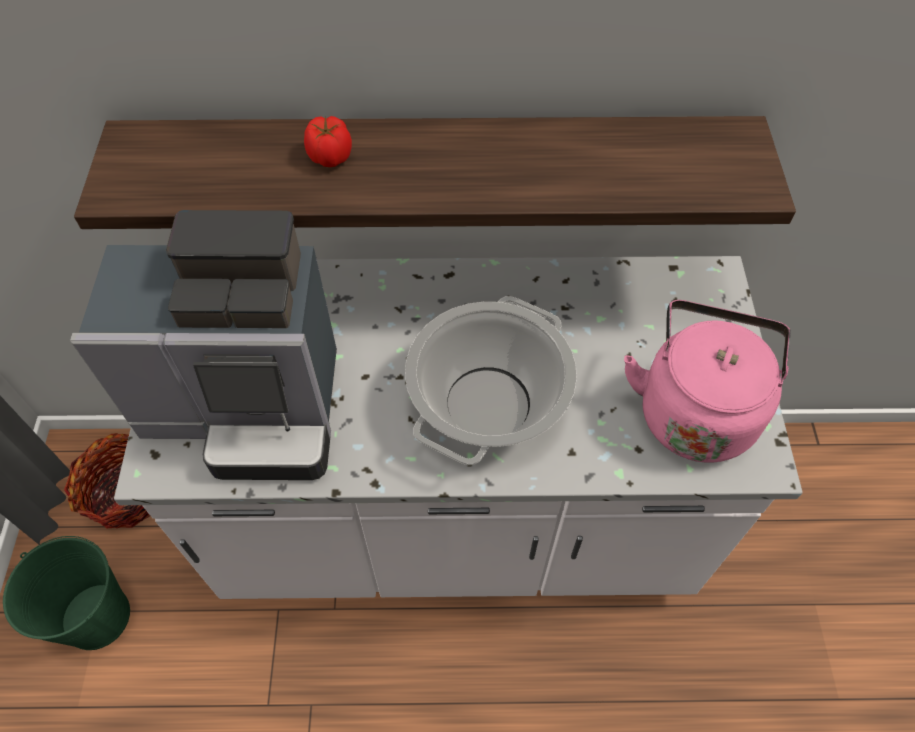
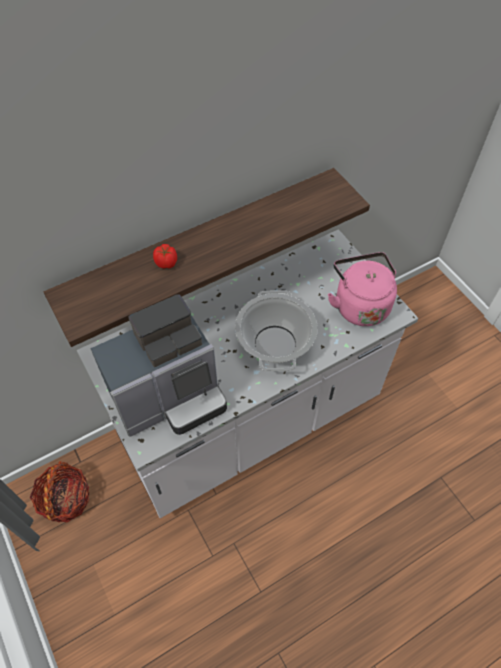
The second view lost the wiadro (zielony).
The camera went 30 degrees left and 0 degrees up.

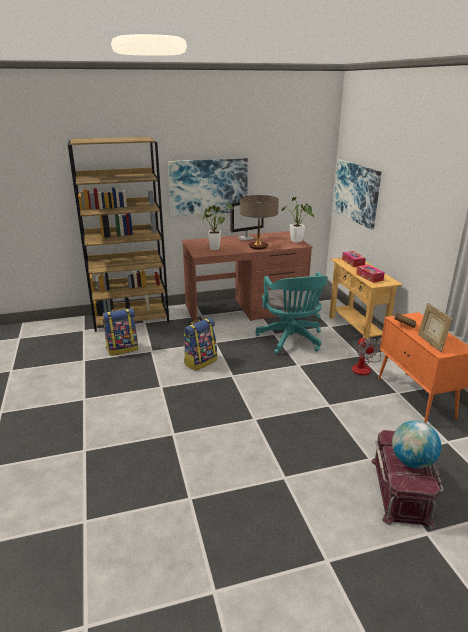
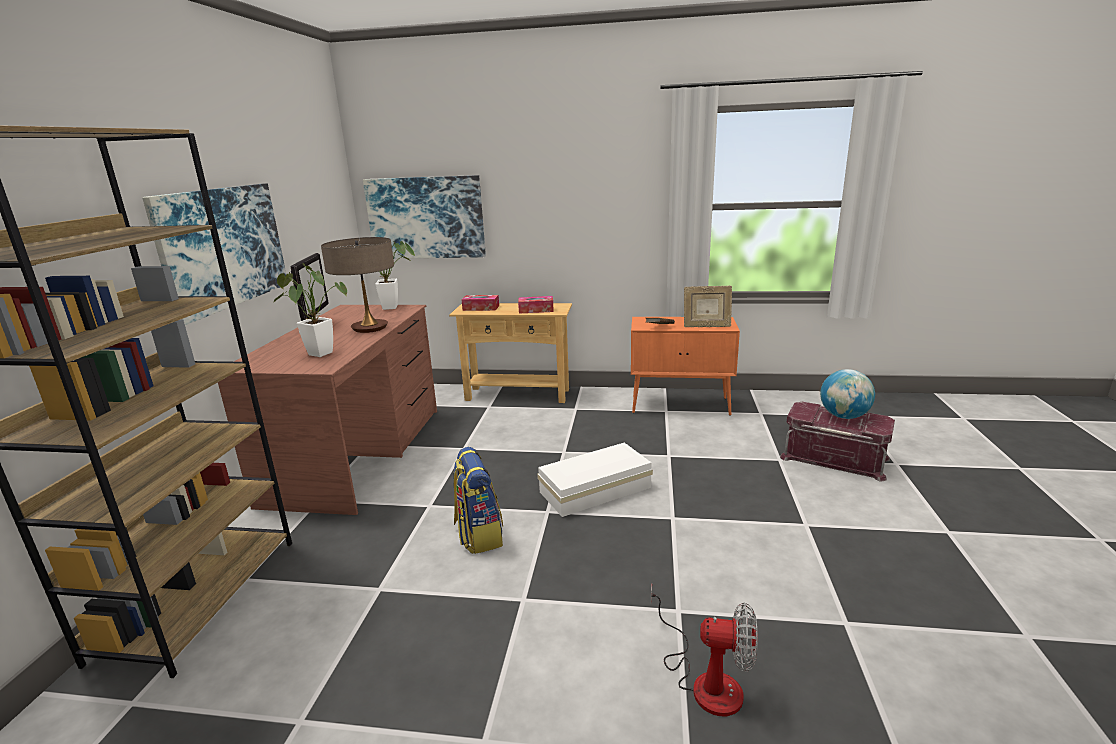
The second view lost the plecak (1st from left).
The second view lost the krzesło biurowe (turkusowy).
The wentylator ended up elsewhere.
The second view gained the pojemnik do przechowywania (biały).
The camera went 65 degrees left and 5 degrees down.

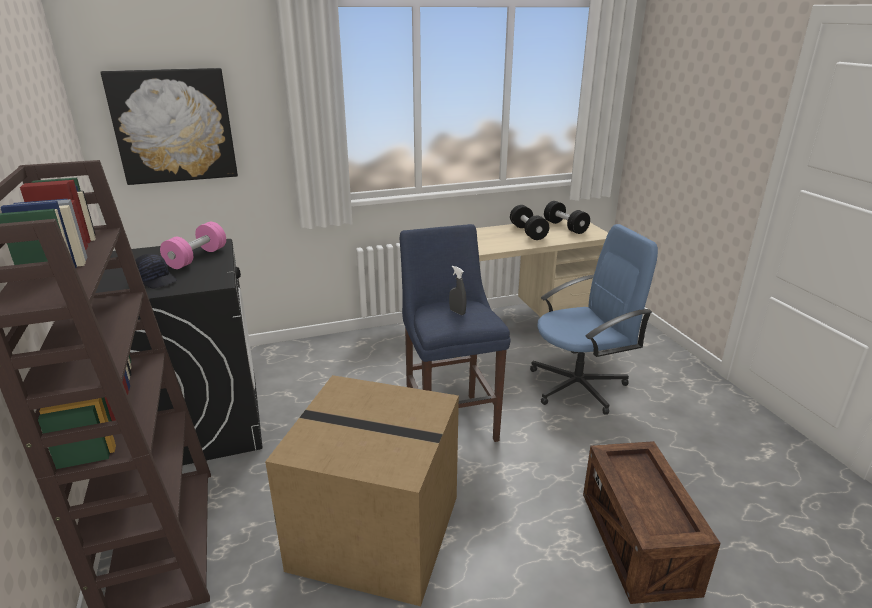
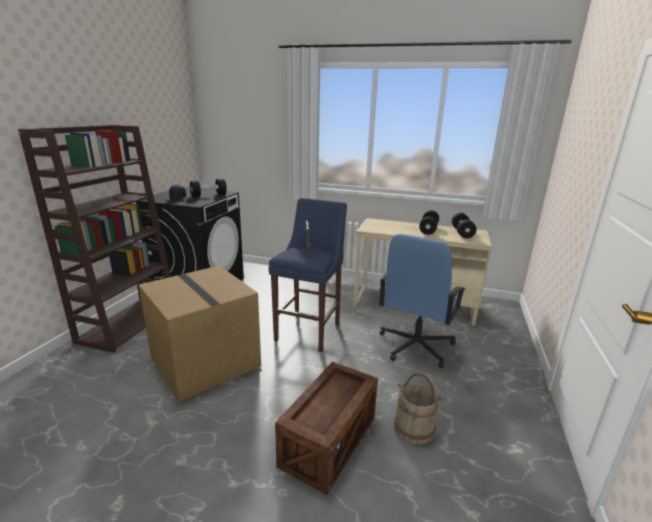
The second view lost the obraz.
What was the hantel (różowy) turned into the hantel (czarny) (1st from left).
The krzesło biurowe (niebieski) ended up facing another way, 105 degrees clockwise from before.
The second view gained the wiadro (beżowy).
The camera went 35 degrees right and 5 degrees down.

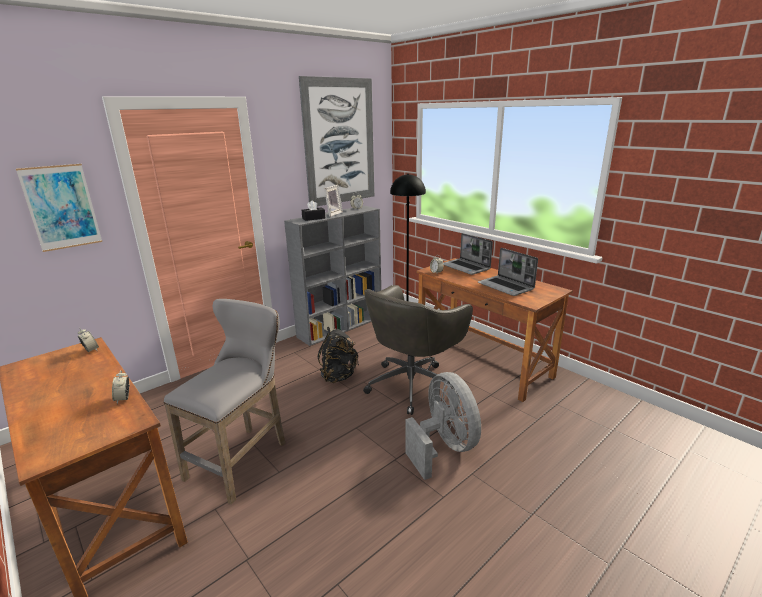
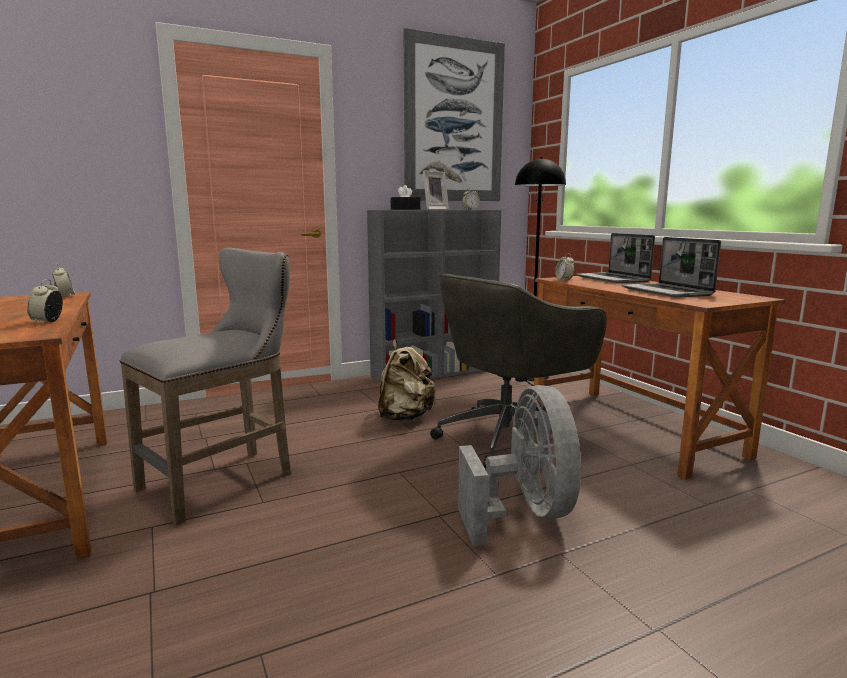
The second view lost the obraz (1st from left).
What was the plecak (czarny) turned into the plecak (beżowy).
The camera went 15 degrees right and 10 degrees down.

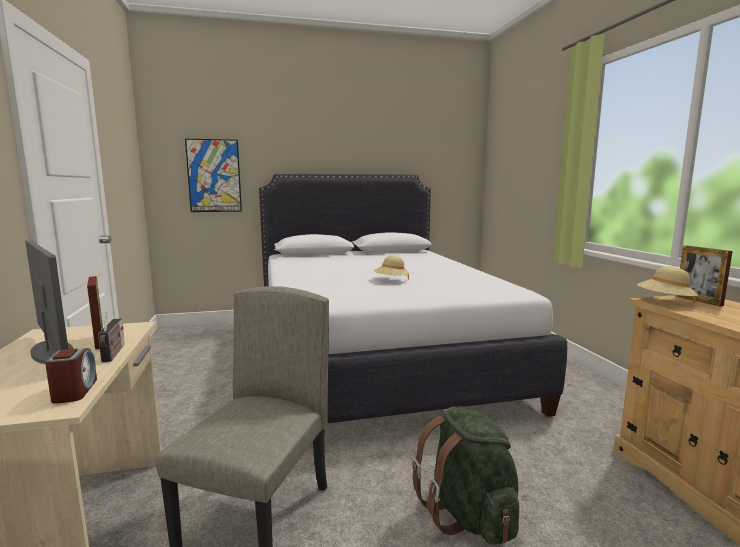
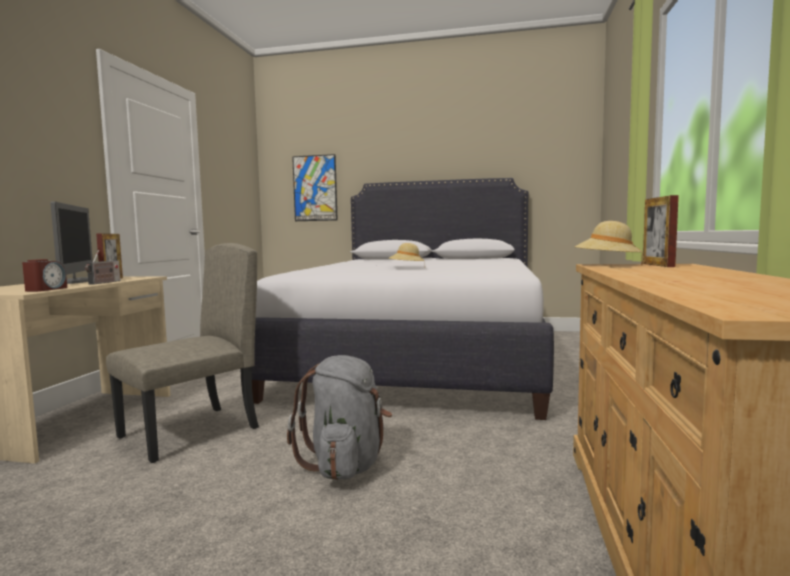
What was the plecak (zielony) turned into the plecak (szary).
The camera went 25 degrees right and 5 degrees down.

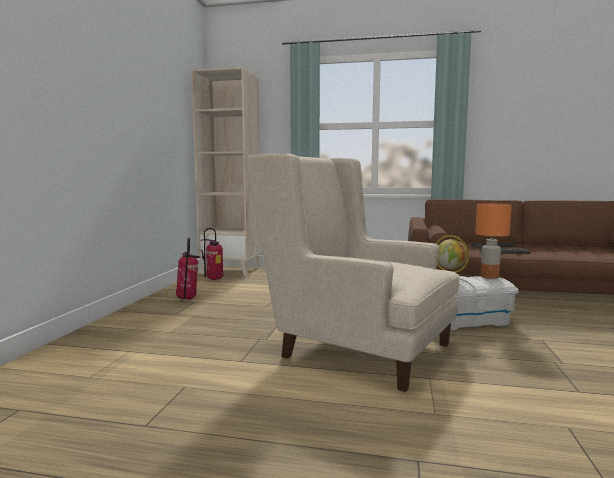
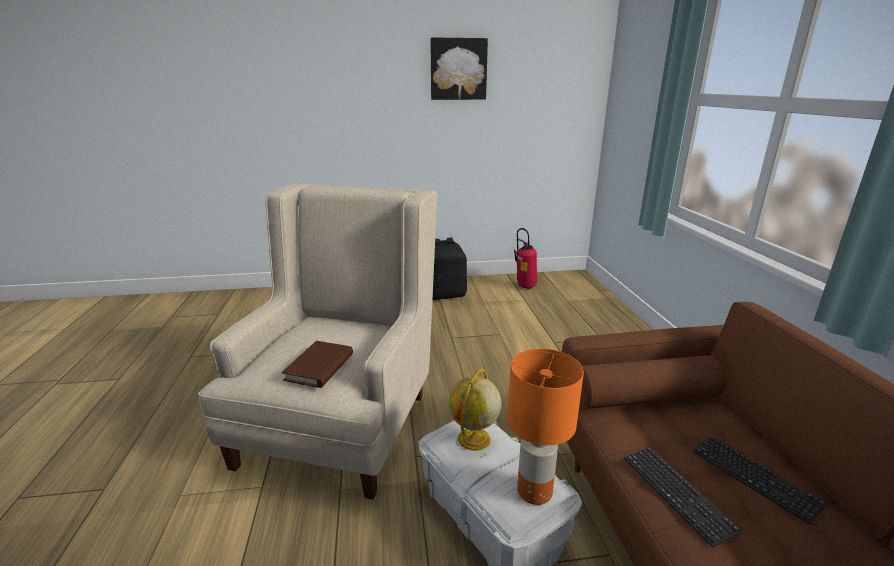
Where the gaśnica (1st from left) stood, the plecak (czarny) came to stand.
The second view lost the regał (beżowy).
The second view gained the książka (brązowy).
The second view gained the obraz.
The camera went 70 degrees right and 15 degrees up.

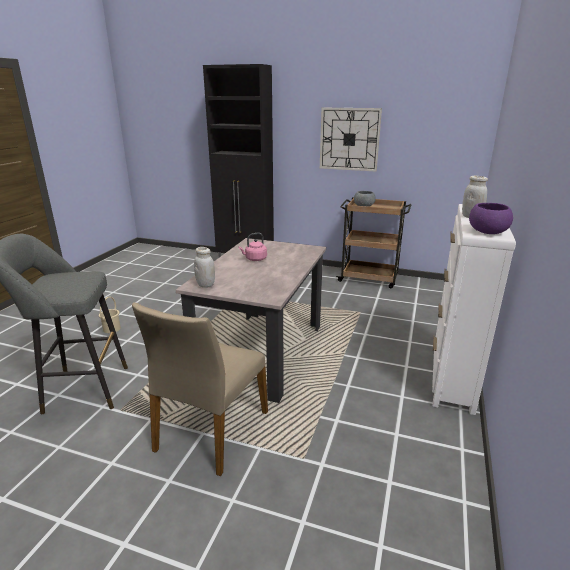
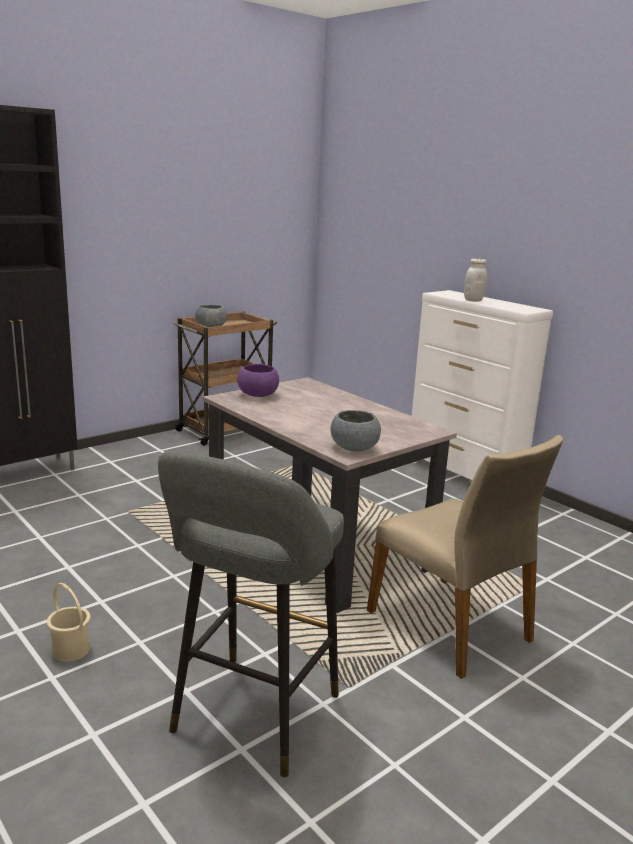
Where the słoik (biały) (1st from left) stood, the miska (szary) (2nd from left) came to stand.
The second view lost the czajnik (różowy).
The second view lost the zegar ścienny.
The miska (fioletowy) ended up elsewhere.
The camera went 60 degrees left and 5 degrees down.

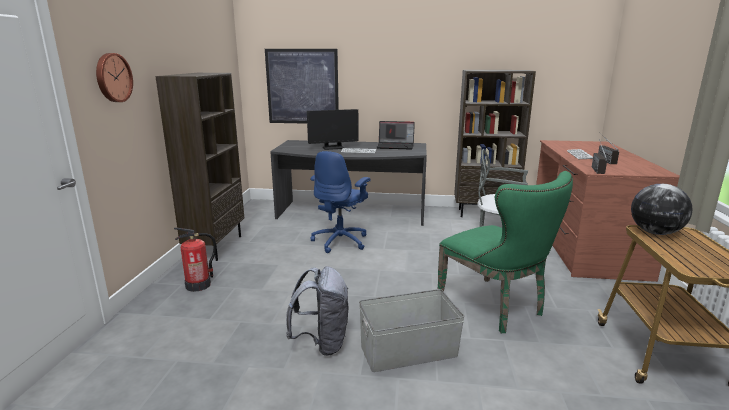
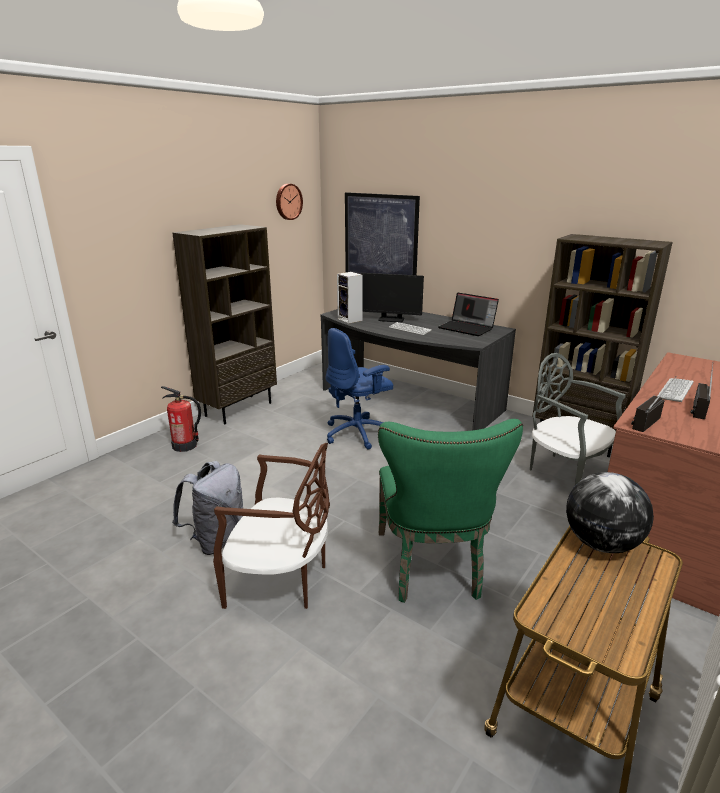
The zegar ścienny ended up elsewhere.
Where the pojemnik do przechowywania (szary) stood, the krzesło (brązowy) came to stand.
The second view gained the głośnik.
The camera went 30 degrees right and 5 degrees up.

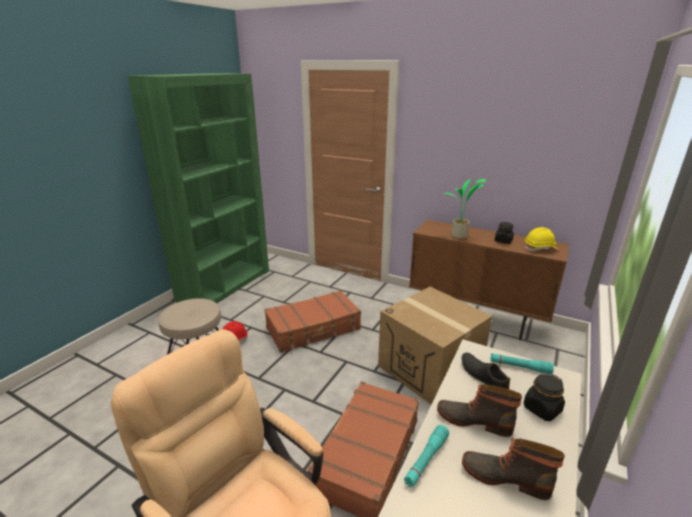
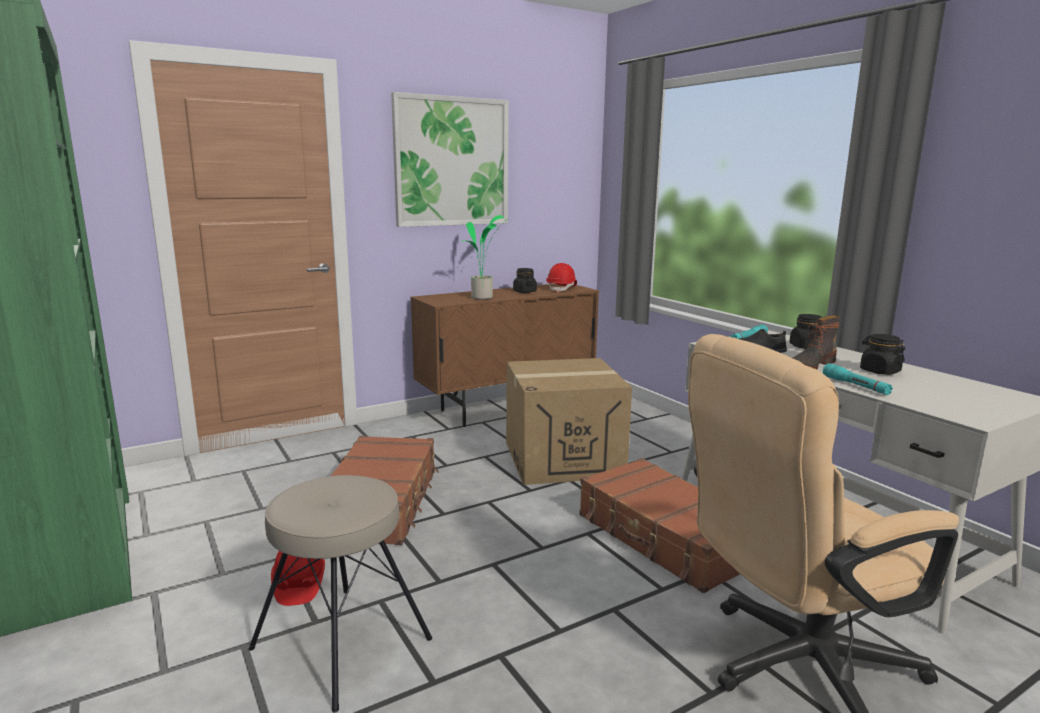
Where the but z cholewką (2nd from left) stood, the słoik (czarny) (3rd from left) came to stand.
What was the kask (żółty) turned into the kask (czerwony) (2nd from left).
The second view gained the obraz.
The camera went 60 degrees left and 10 degrees down.

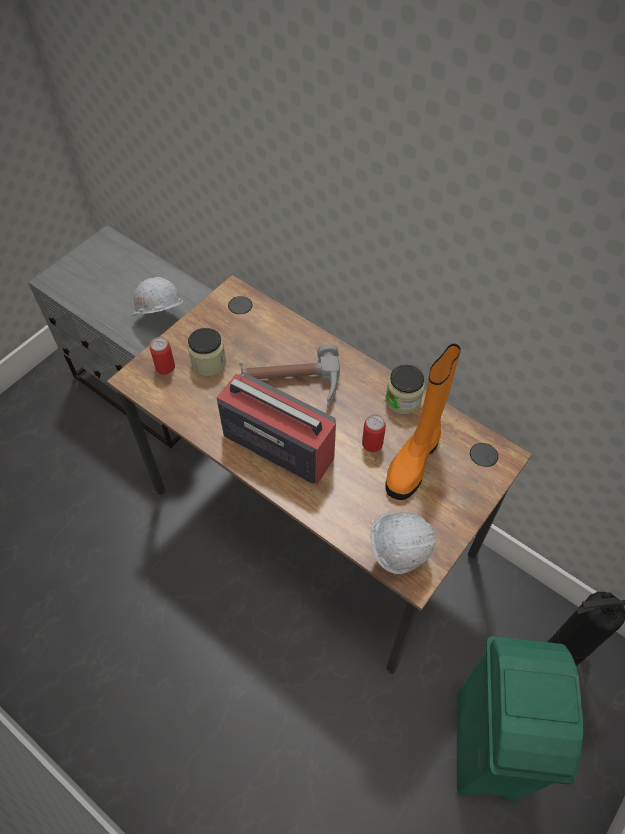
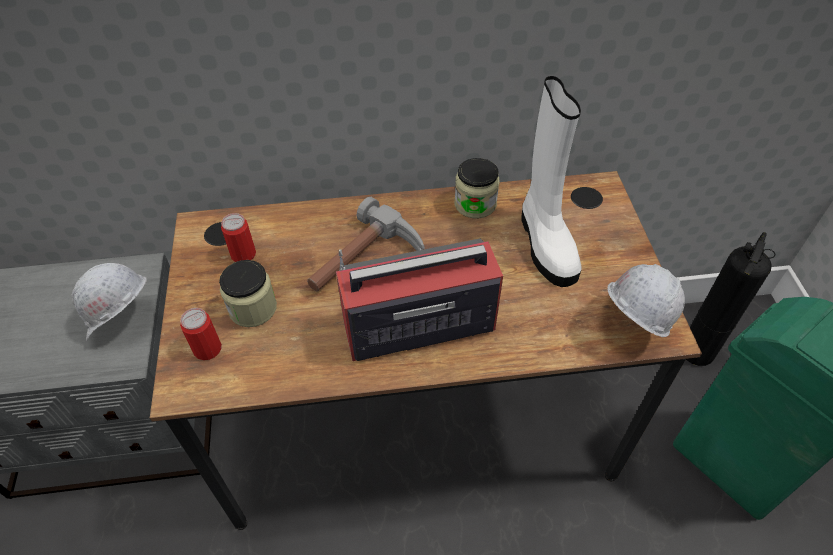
The puszka (2nd from left) ended up elsewhere.
What was the but z cholewką (pomarańczowy) turned into the but z cholewką (biały).
The camera went 45 degrees left and 5 degrees down.

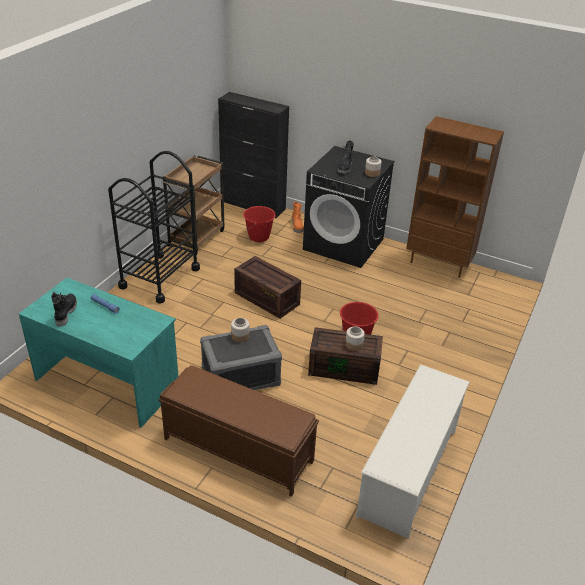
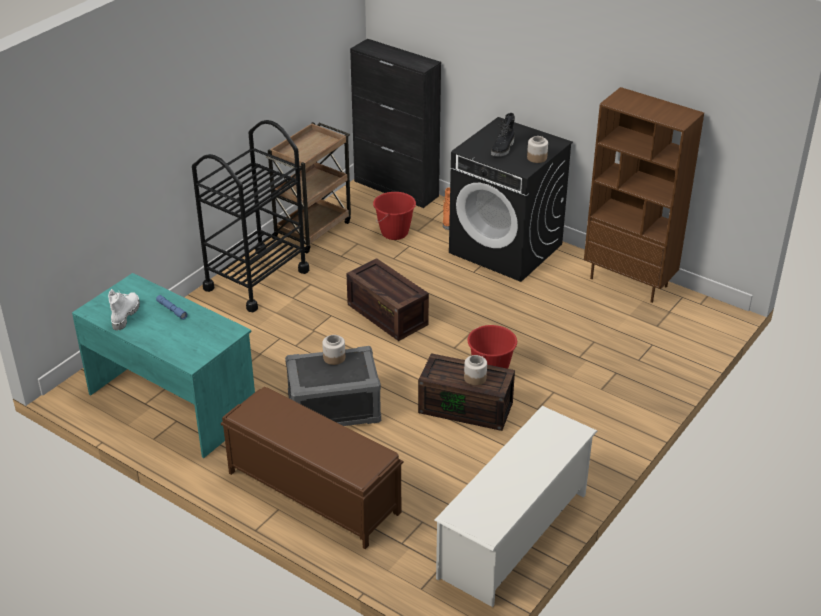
What was the but z cholewką (czarny) (1st from left) turned into the but z cholewką (biały).
The camera went 10 degrees right and 0 degrees up.

